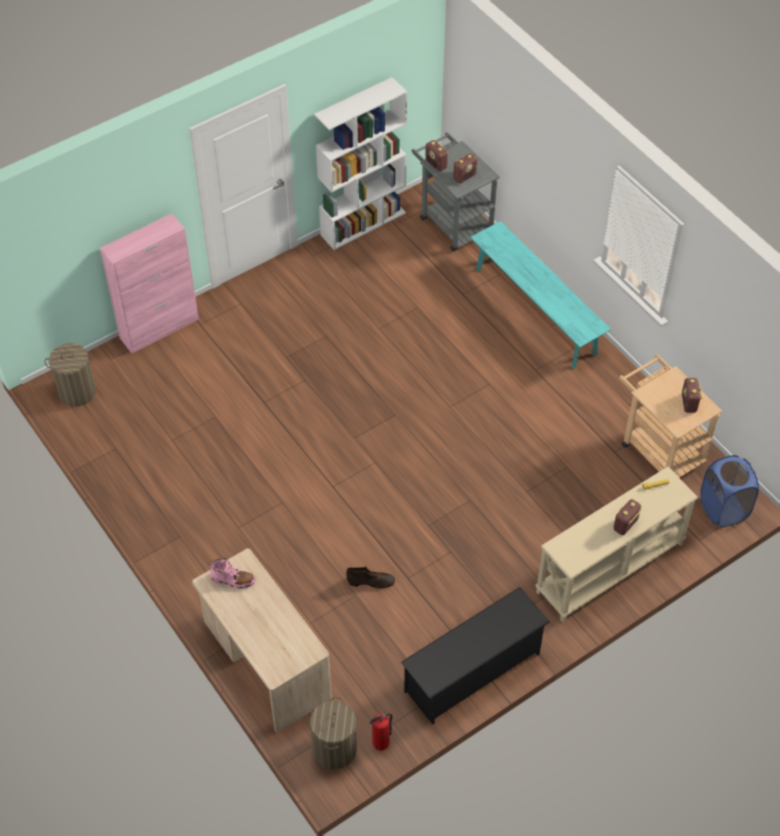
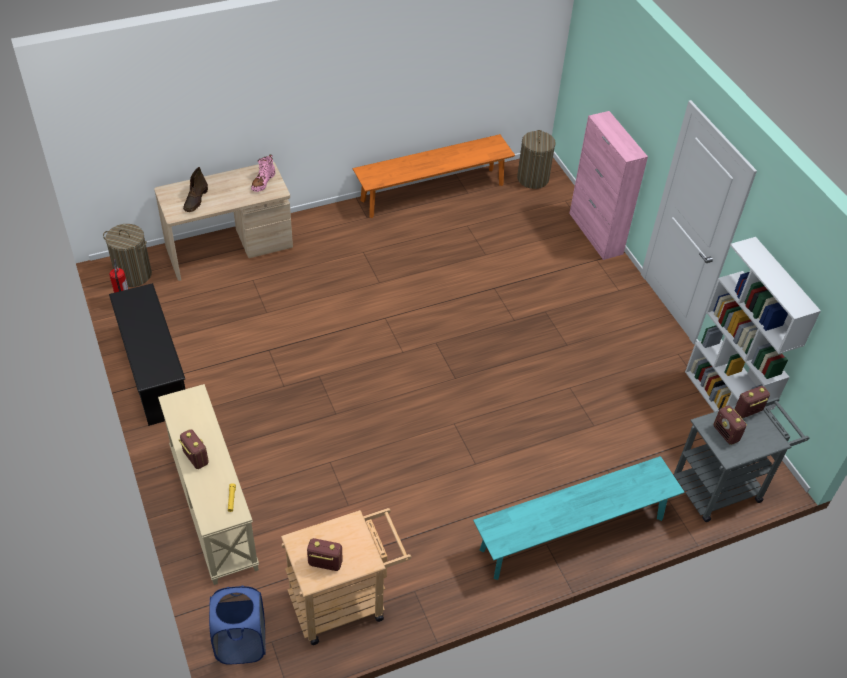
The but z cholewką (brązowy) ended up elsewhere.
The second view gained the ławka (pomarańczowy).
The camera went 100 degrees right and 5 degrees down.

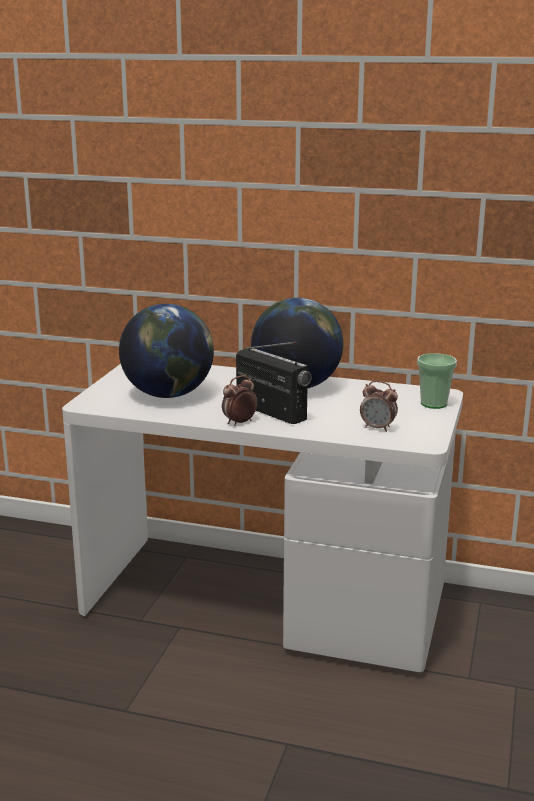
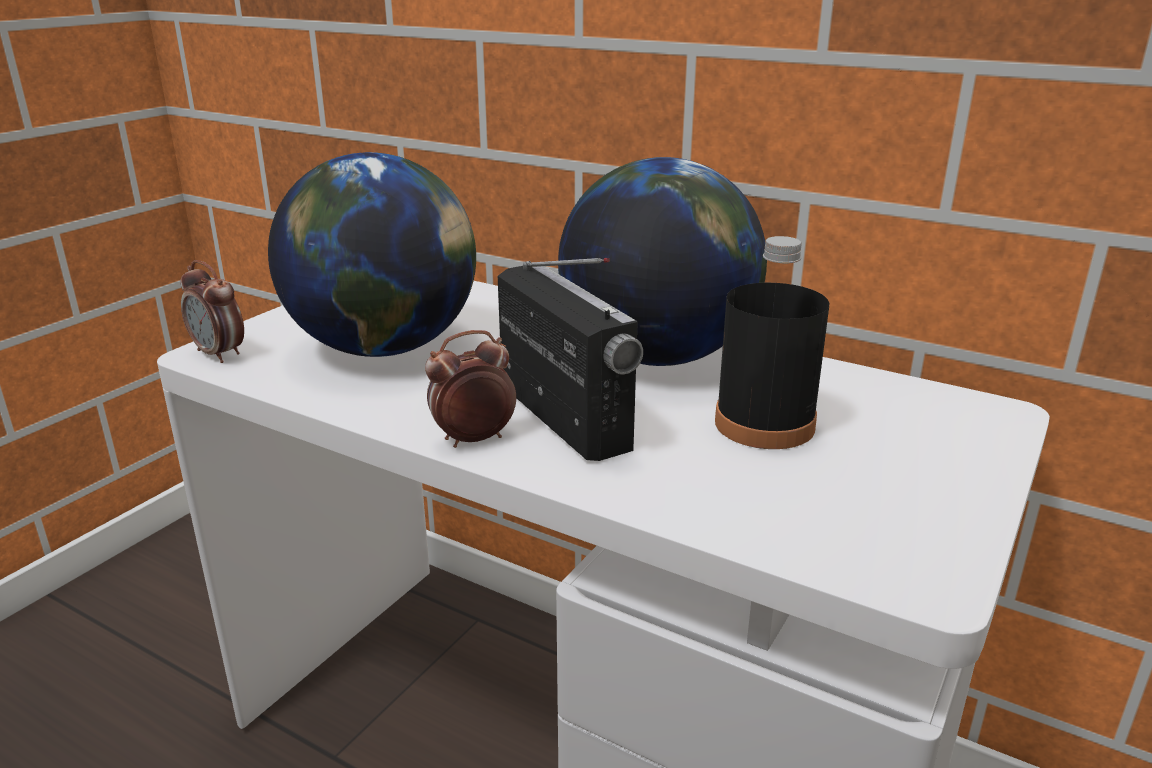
The budzik (2nd from left in the first image) ended up elsewhere.
The second view lost the filiżanka.
The second view gained the butelka (czarny).
The camera went 15 degrees right and 5 degrees up.

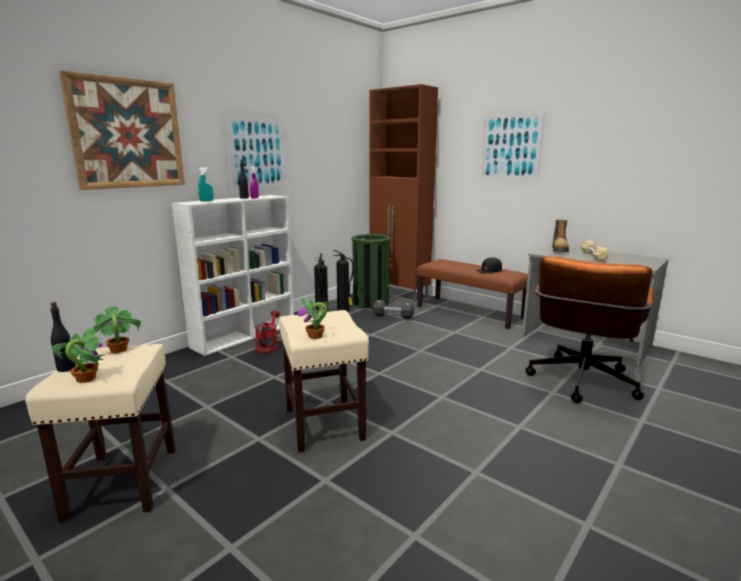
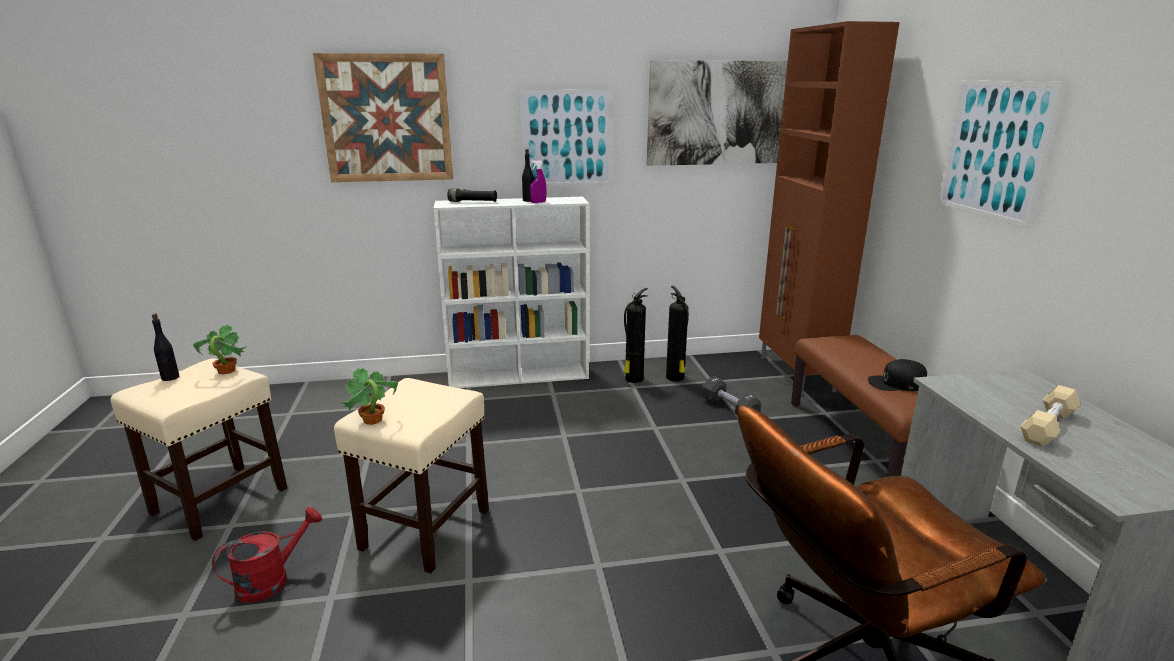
The second view lost the roślina doniczkowa (1st from left).
Where the spryskiwacz (turkusowy) stood, the latarka (czarny) came to stand.
The konewka (czerwony) ended up elsewhere.
The second view lost the kosz na śmieci (zielony).
The second view lost the but z cholewką.
The second view gained the obraz (3rd from left).
The camera went 40 degrees right and 5 degrees up.

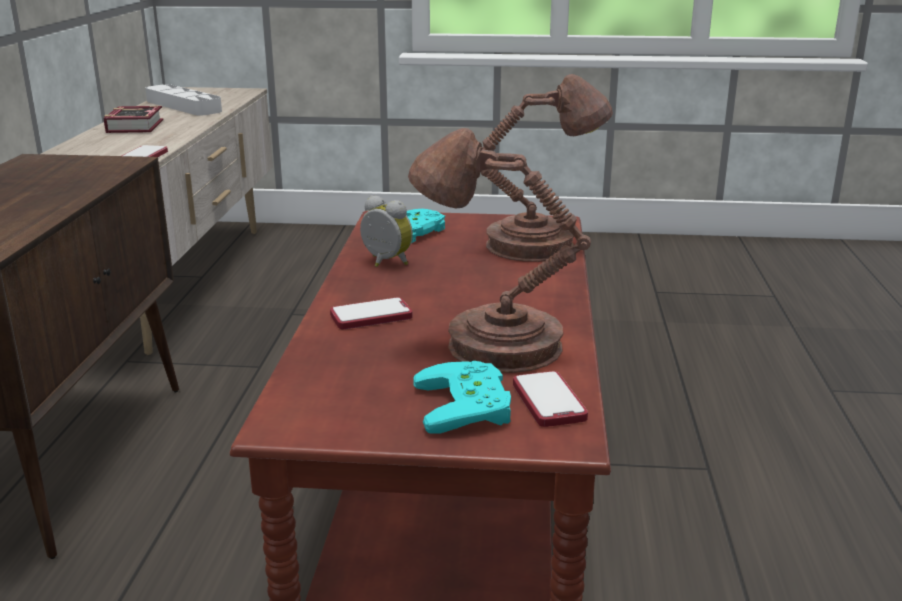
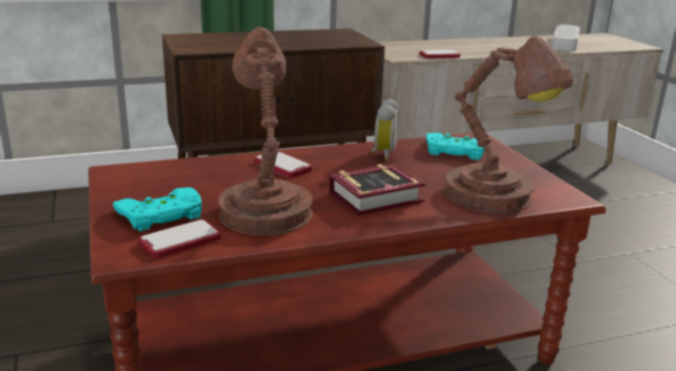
The książka ended up elsewhere.
The camera went 65 degrees right and 0 degrees up.

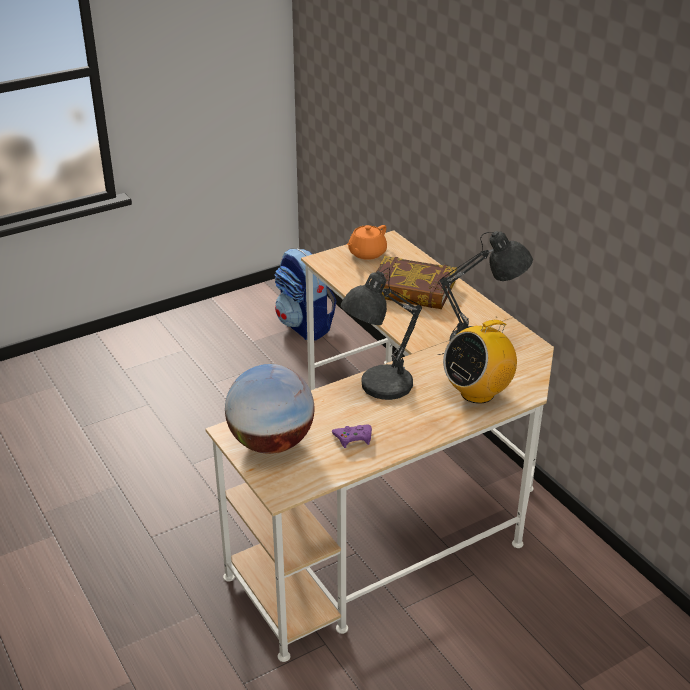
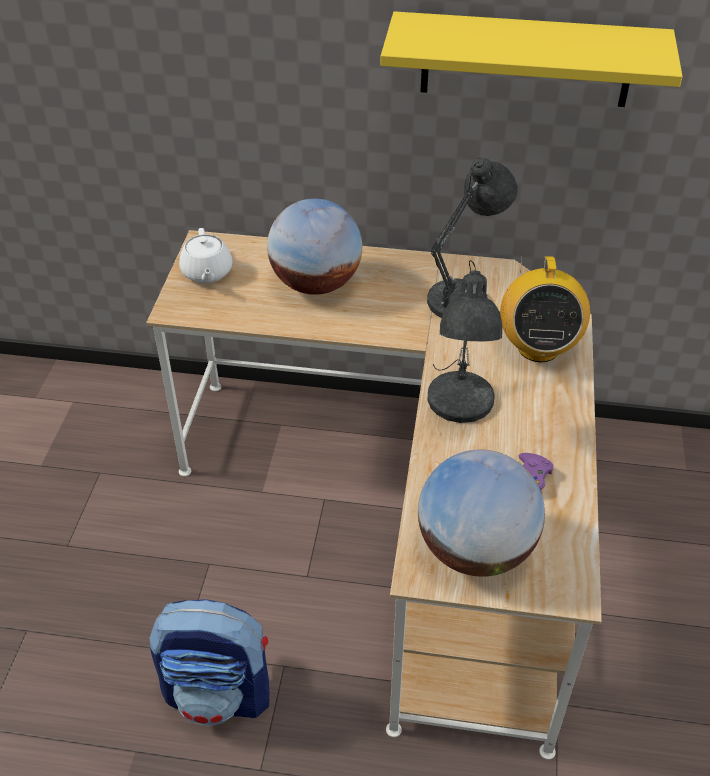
The plecak ended up elsewhere.
What was the imbryk (pomarańczowy) turned into the imbryk (biały).
Where the książka stood, the globus (1st from left) came to stand.
The second view gained the półka (żółty).
The camera went 50 degrees left and 10 degrees up.

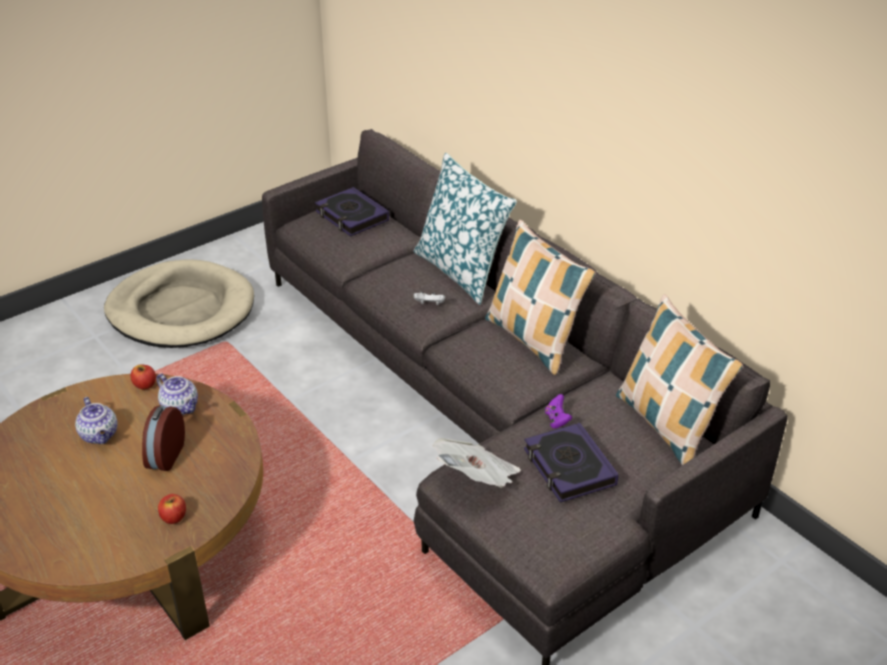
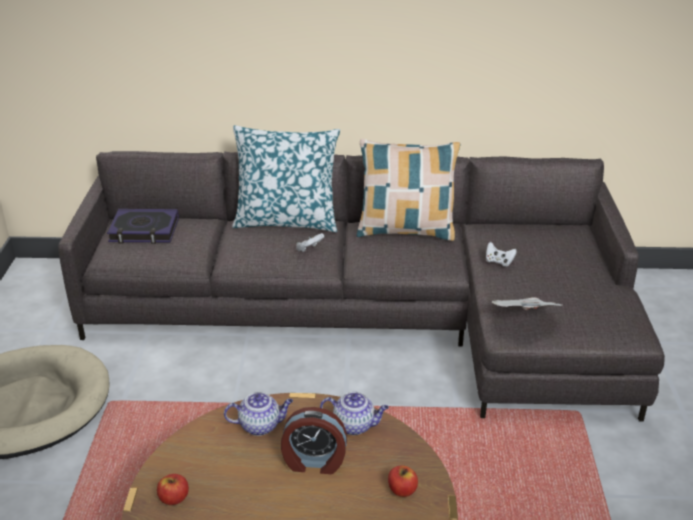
The imbryk (1st from left in the first image) ended up elsewhere.
The jabłko (1st from left) ended up elsewhere.
The budzik ended up facing another way, 45 degrees counterclockwise from before.
The second view lost the książka (2nd from left).
What was the pad do gier (fioletowy) turned into the pad do gier (biały) (2nd from left).
The second view lost the poduszka (3rd from left).
The camera went 50 degrees left and 5 degrees down.

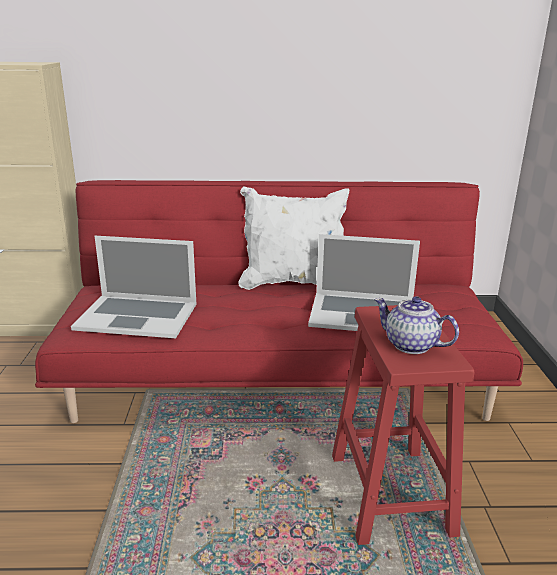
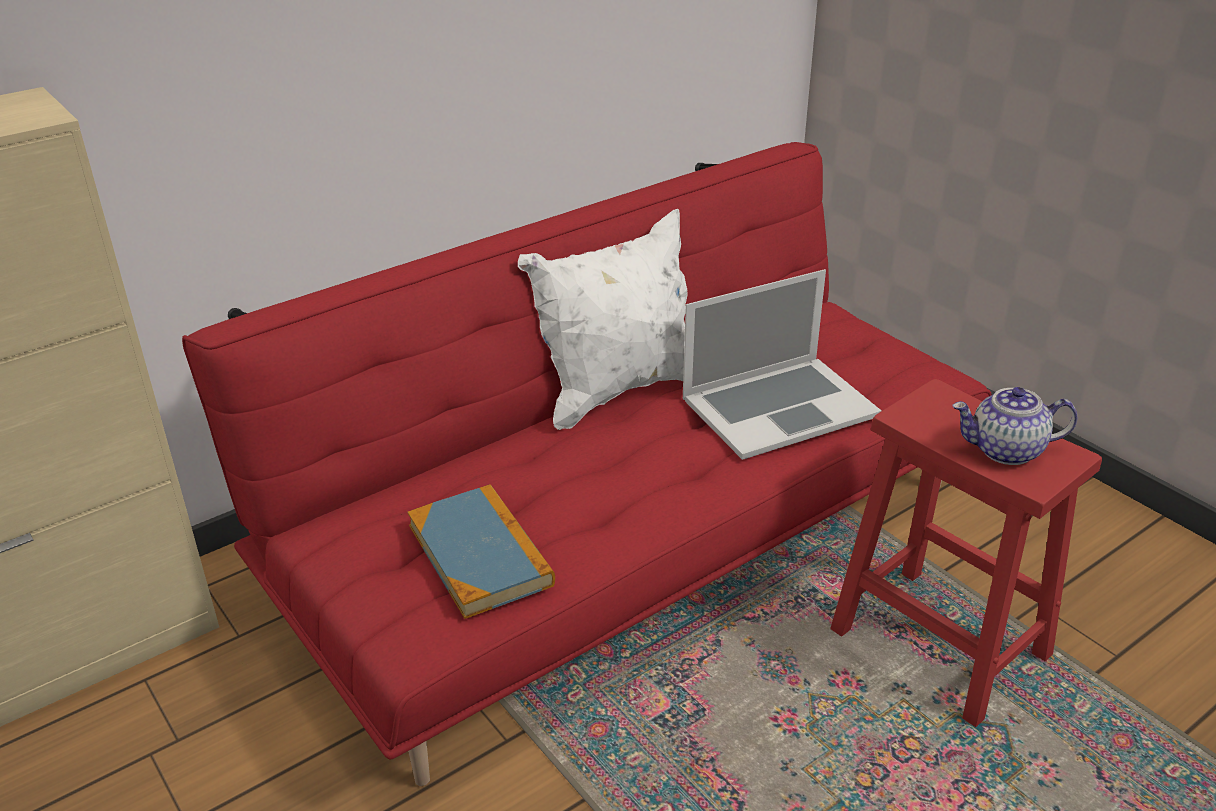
Where the laptop (1st from left) stood, the książka came to stand.
The camera went 35 degrees left and 10 degrees up.

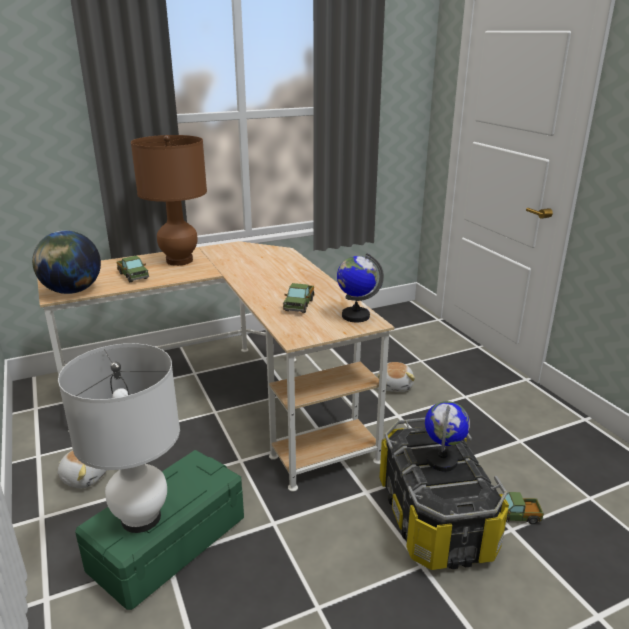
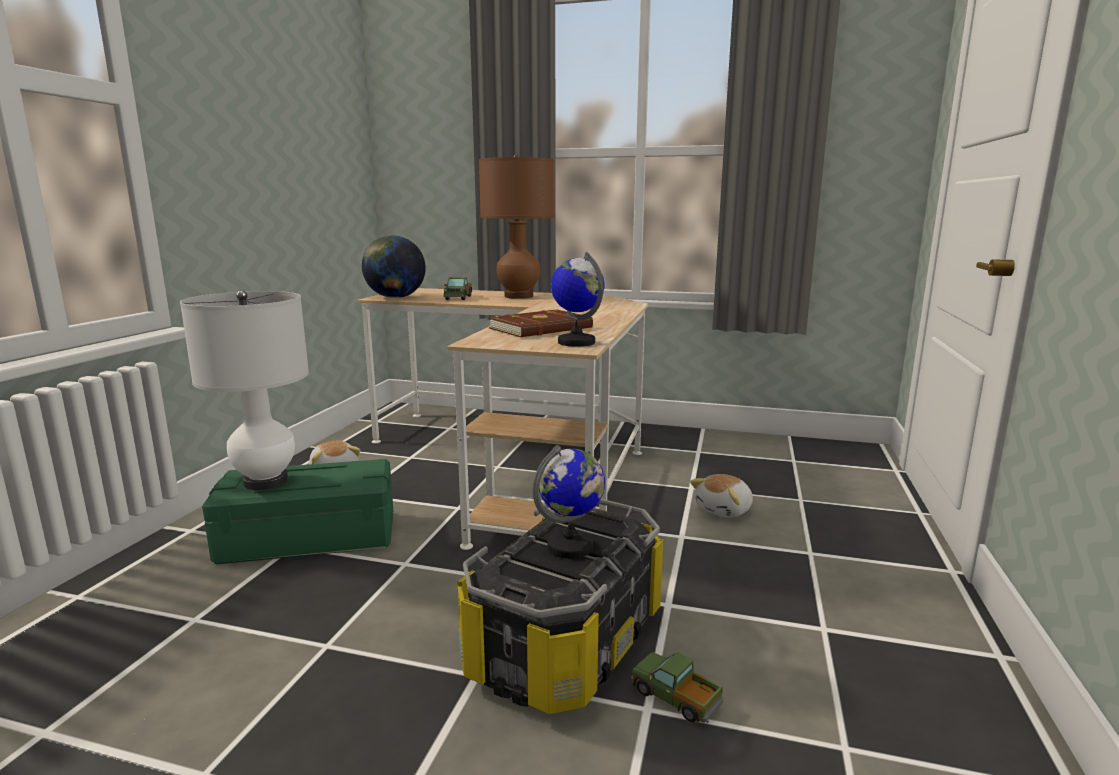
Where the ciężarówka zabawkowa (2nd from left) stood, the książka (brązowy) came to stand.
The camera went 40 degrees right and 10 degrees down.

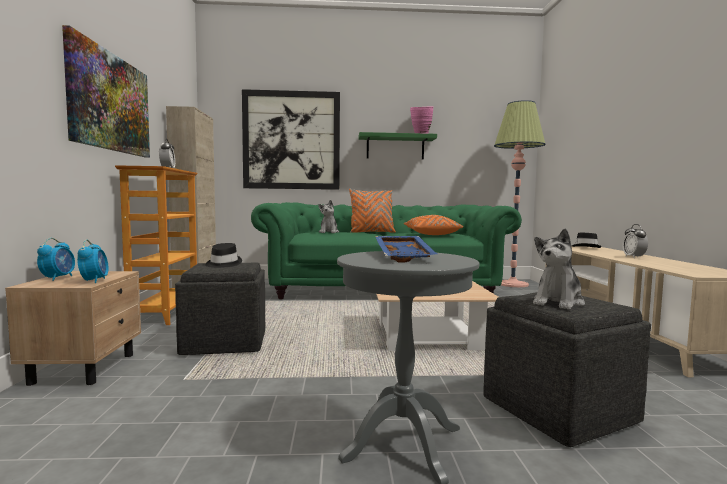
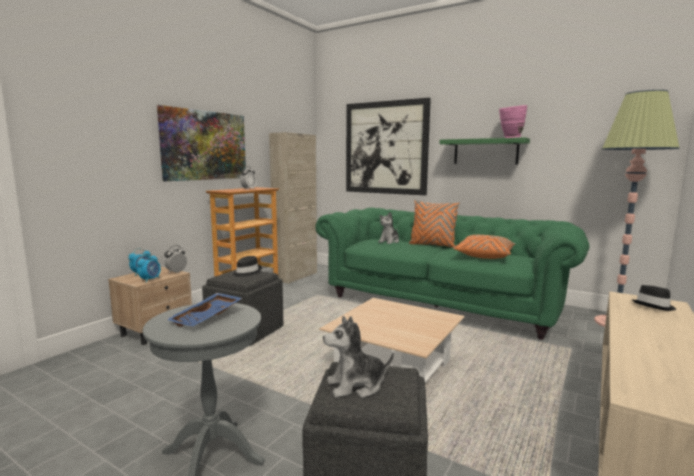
The budzik (4th from left in the first image) ended up elsewhere.
The camera went 35 degrees right and 5 degrees up.

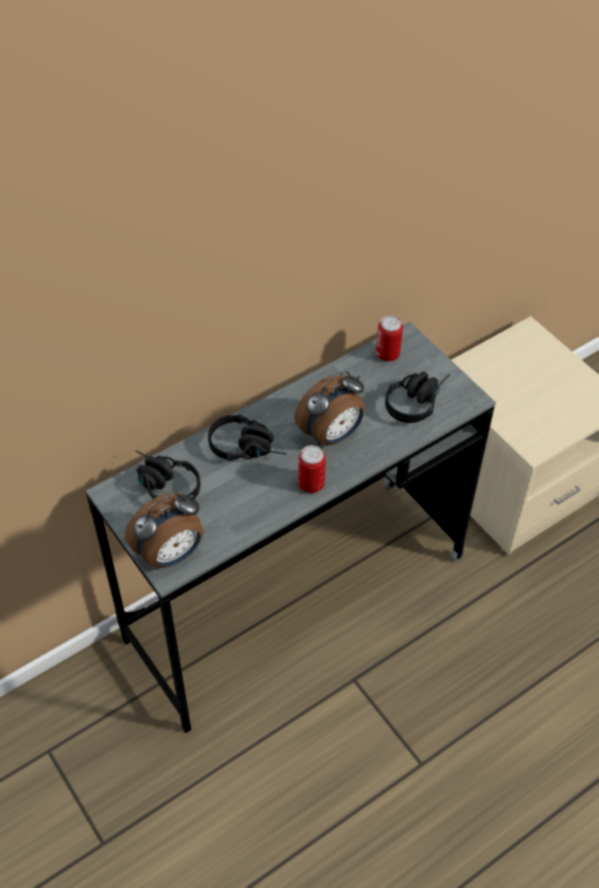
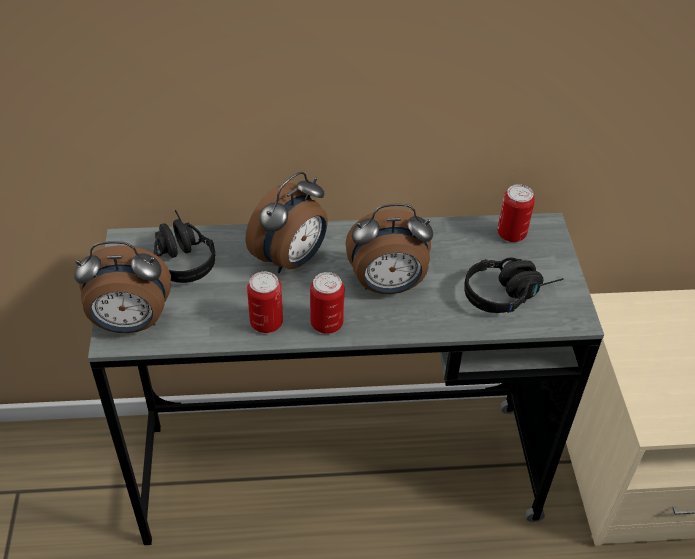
Where the słuchawki (czarny) (2nd from left) stood, the budzik (2nd from left) came to stand.
The second view gained the puszka (1st from left).
The camera went 30 degrees right and 5 degrees down.

